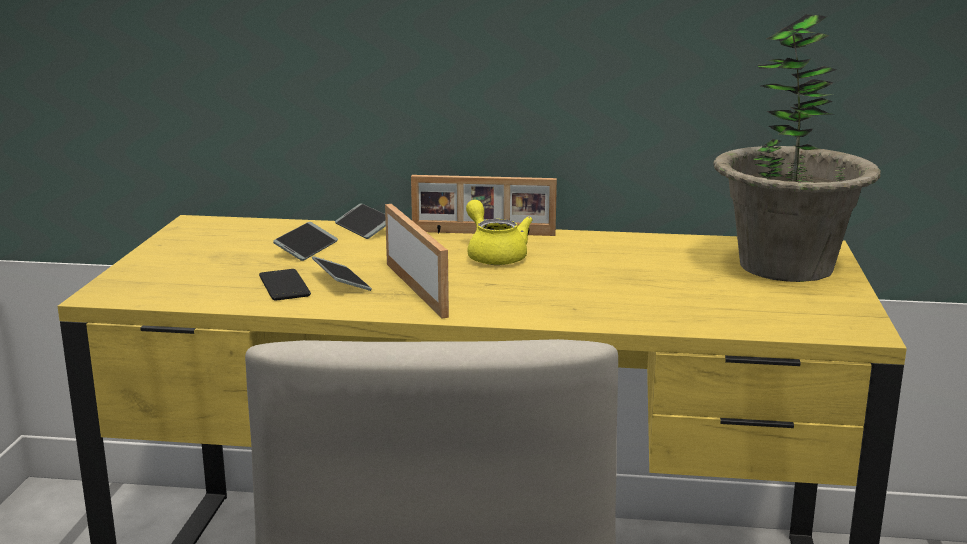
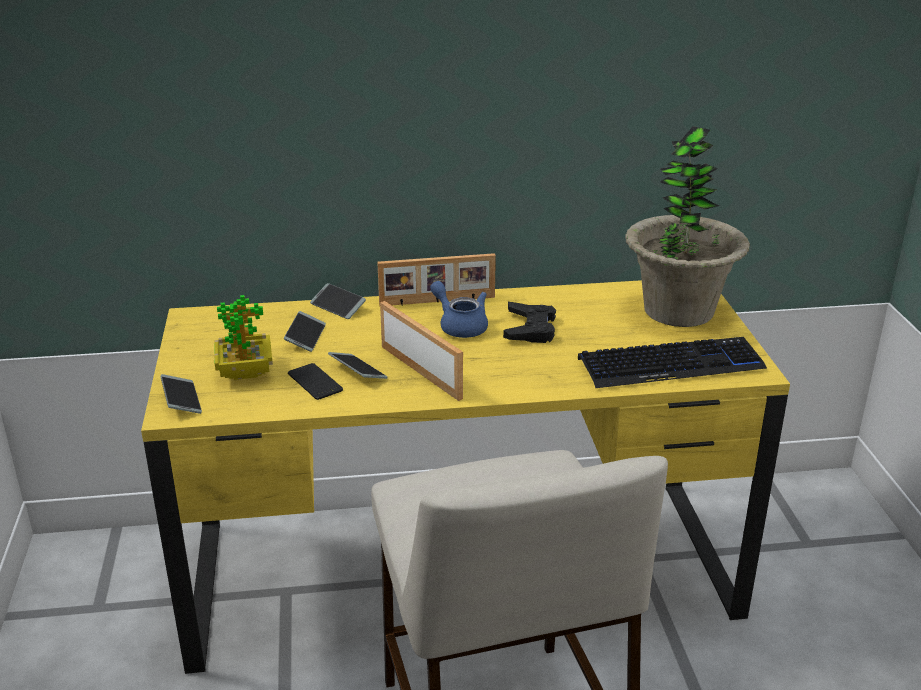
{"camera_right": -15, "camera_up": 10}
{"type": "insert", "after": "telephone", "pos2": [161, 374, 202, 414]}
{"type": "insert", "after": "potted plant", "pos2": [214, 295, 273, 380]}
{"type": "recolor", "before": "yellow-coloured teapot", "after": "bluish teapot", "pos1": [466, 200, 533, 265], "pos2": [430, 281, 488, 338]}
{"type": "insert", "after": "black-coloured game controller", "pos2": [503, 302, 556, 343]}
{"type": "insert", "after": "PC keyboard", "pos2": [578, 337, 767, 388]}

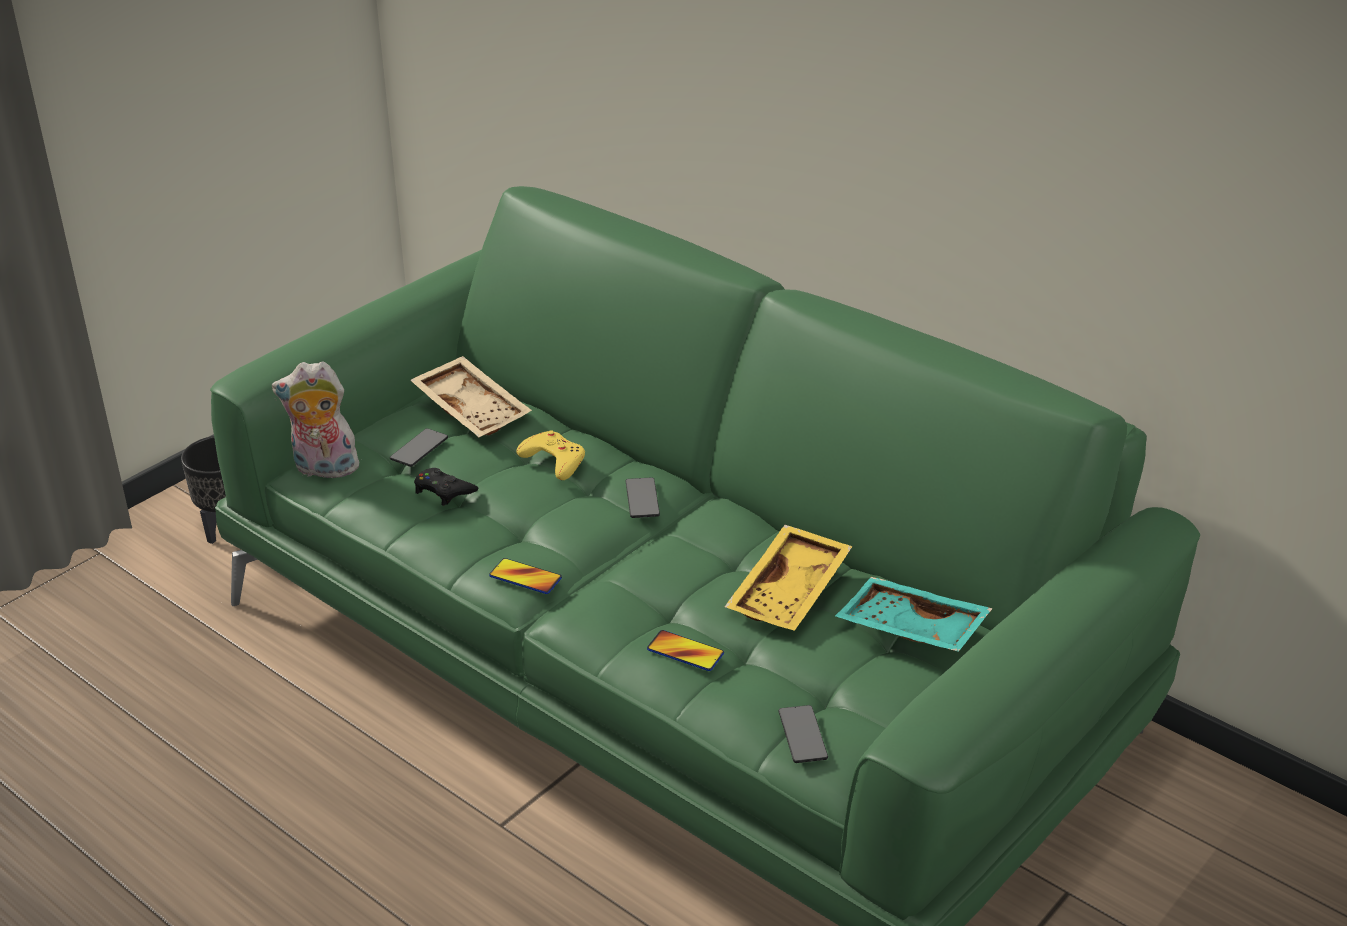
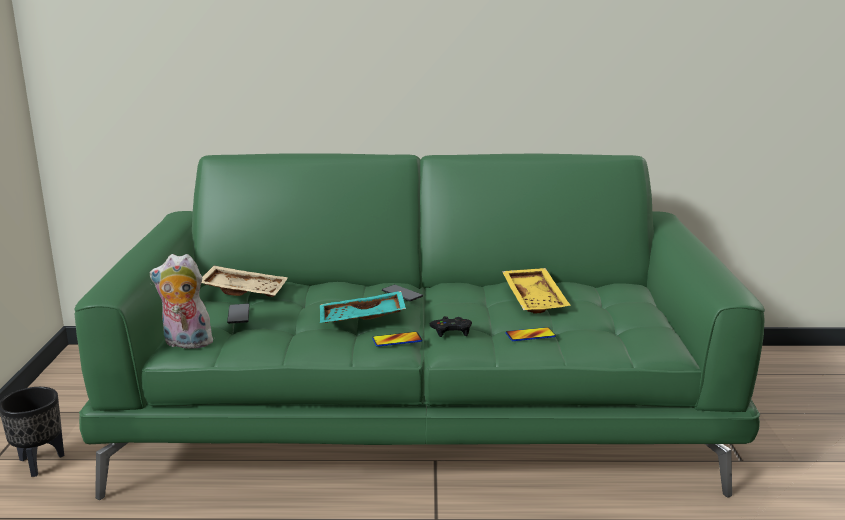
{"camera_right": -40, "camera_up": -15}
{"type": "rotate", "before": "plush toy", "pos1": [272, 361, 365, 482], "pos2": [150, 254, 216, 351], "turn": 45}
{"type": "move", "before": "turquoise serving tray", "pos1": [835, 577, 993, 652], "pos2": [320, 291, 406, 323]}
{"type": "move", "before": "black-coloured game controller", "pos1": [414, 468, 478, 506], "pos2": [430, 316, 472, 337]}
{"type": "delete", "before": "yellow-coloured game controller", "pos1": [516, 431, 585, 480]}
{"type": "delete", "before": "telephone", "pos1": [779, 705, 828, 763]}

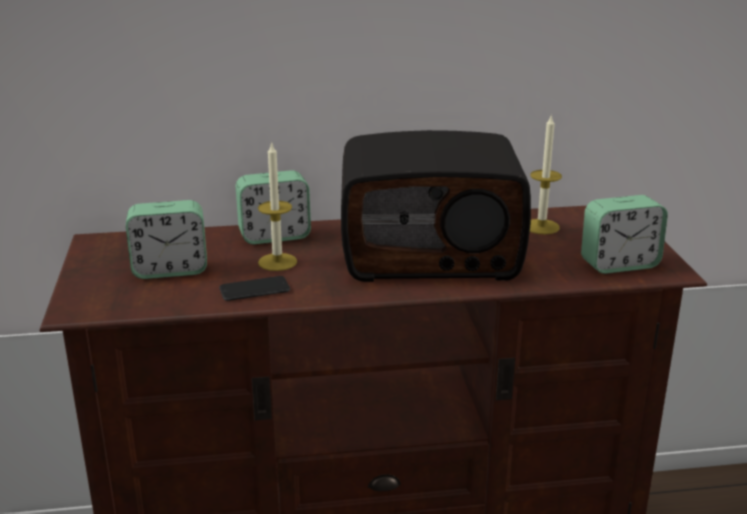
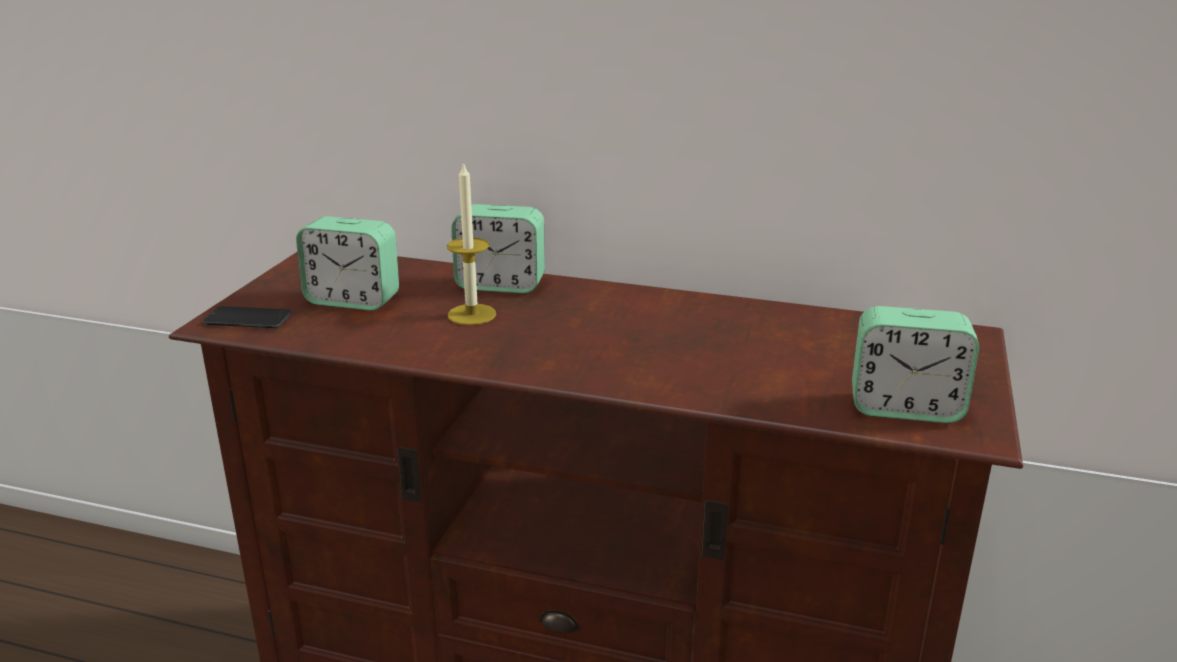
{"camera_right": 25, "camera_up": 0}
{"type": "move", "before": "telephone", "pos1": [219, 276, 290, 301], "pos2": [203, 306, 292, 328]}
{"type": "delete", "before": "radio", "pos1": [341, 130, 531, 282]}
{"type": "delete", "before": "wax candle", "pos1": [530, 114, 562, 234]}

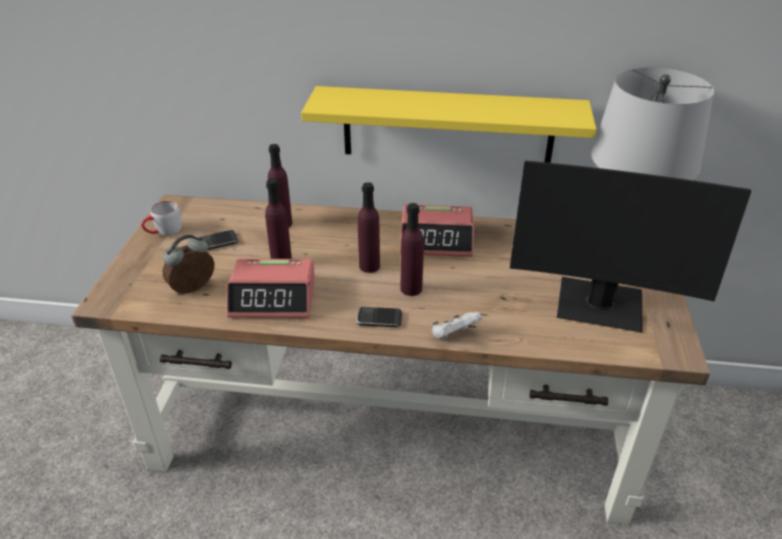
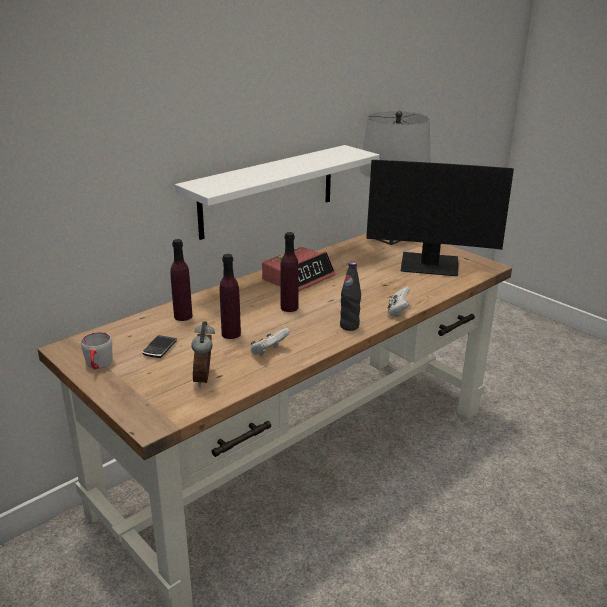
{"camera_right": -50, "camera_up": -10}
{"type": "recolor", "before": "yellow-coloured shelf", "after": "white shelf", "pos1": [301, 86, 596, 163], "pos2": [175, 145, 380, 240]}
{"type": "replace", "before": "table clock", "after": "white game controller", "pos1": [226, 259, 315, 318], "pos2": [251, 328, 290, 356]}
{"type": "replace", "before": "telephone", "after": "black-coloured drink bottle", "pos1": [356, 307, 402, 328], "pos2": [340, 262, 361, 331]}
{"type": "rotate", "before": "computer display", "pos1": [510, 161, 751, 333], "pos2": [366, 160, 514, 276], "turn": 45}
{"type": "delete", "before": "purple-coloured drink bottle", "pos1": [400, 203, 424, 296]}

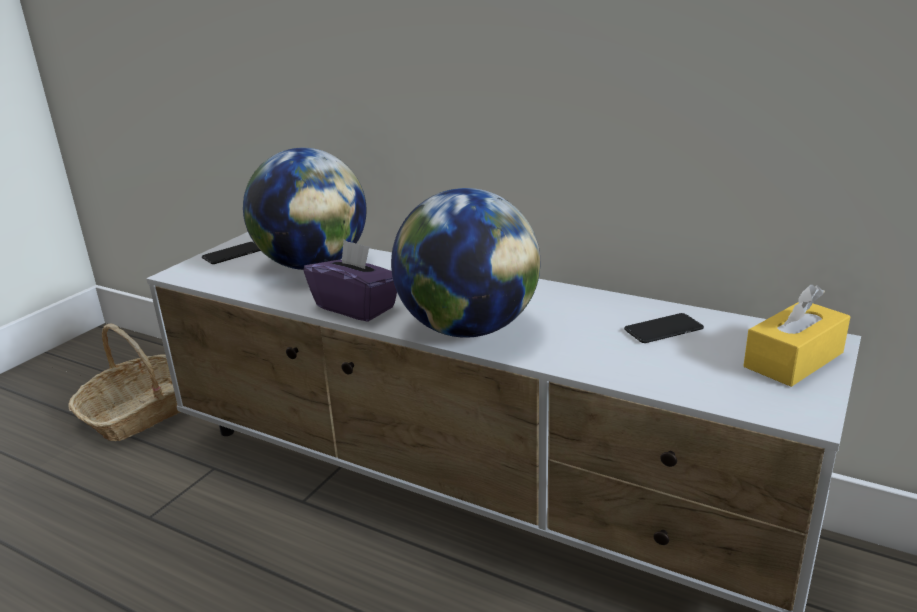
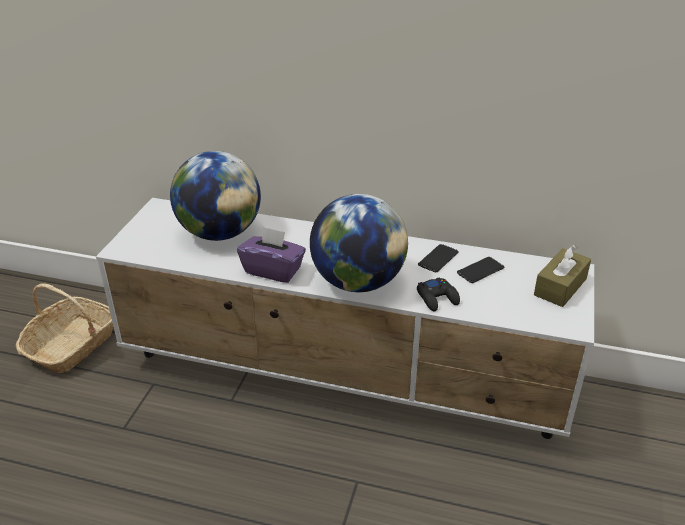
{"camera_right": -15, "camera_up": 10}
{"type": "insert", "after": "black-coloured game controller", "pos2": [417, 277, 460, 311]}
{"type": "move", "before": "telephone", "pos1": [202, 242, 261, 264], "pos2": [418, 244, 459, 272]}
{"type": "recolor", "before": "yellow-coloured tissue holder", "after": "brownish tissue holder", "pos1": [744, 285, 850, 387], "pos2": [534, 245, 591, 307]}

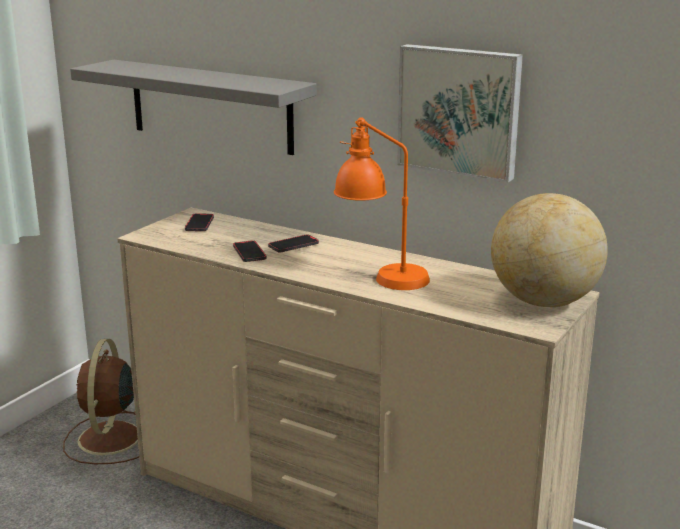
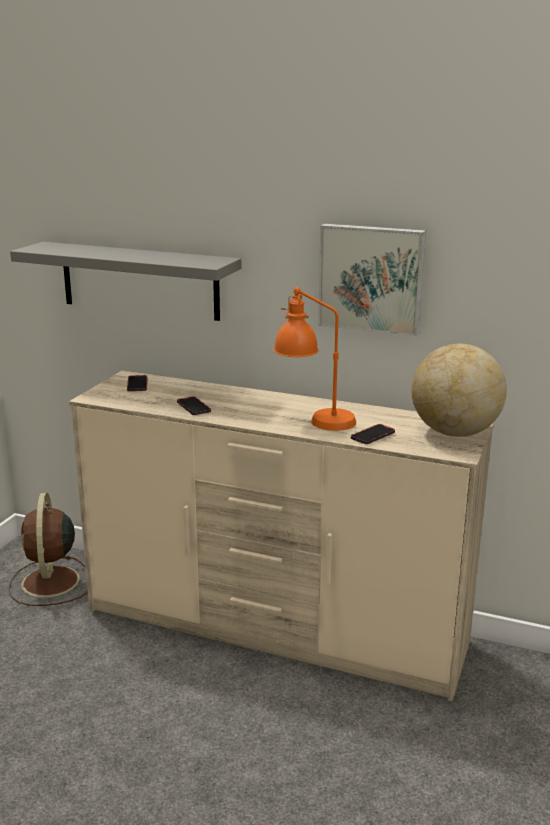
{"camera_right": -10, "camera_up": 0}
{"type": "move", "before": "telephone", "pos1": [268, 235, 319, 252], "pos2": [351, 424, 395, 444]}

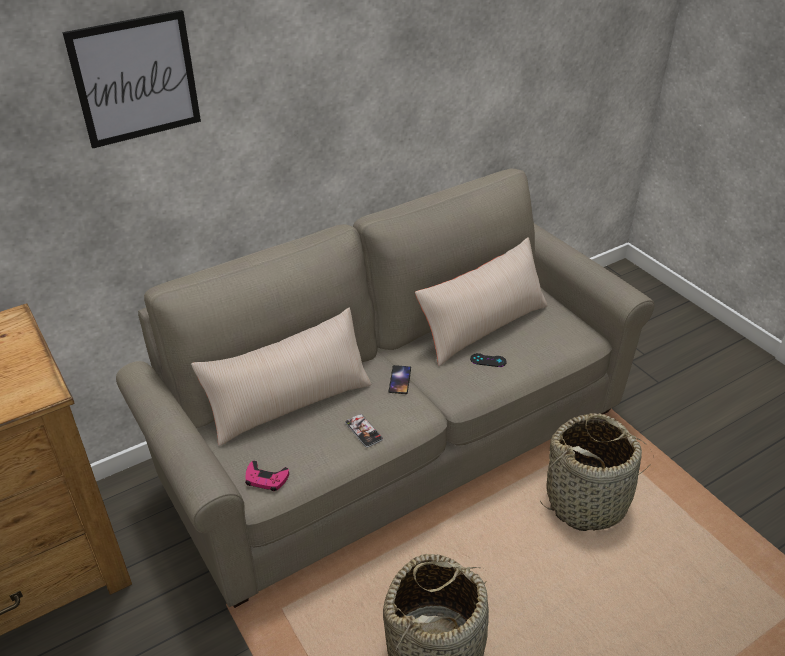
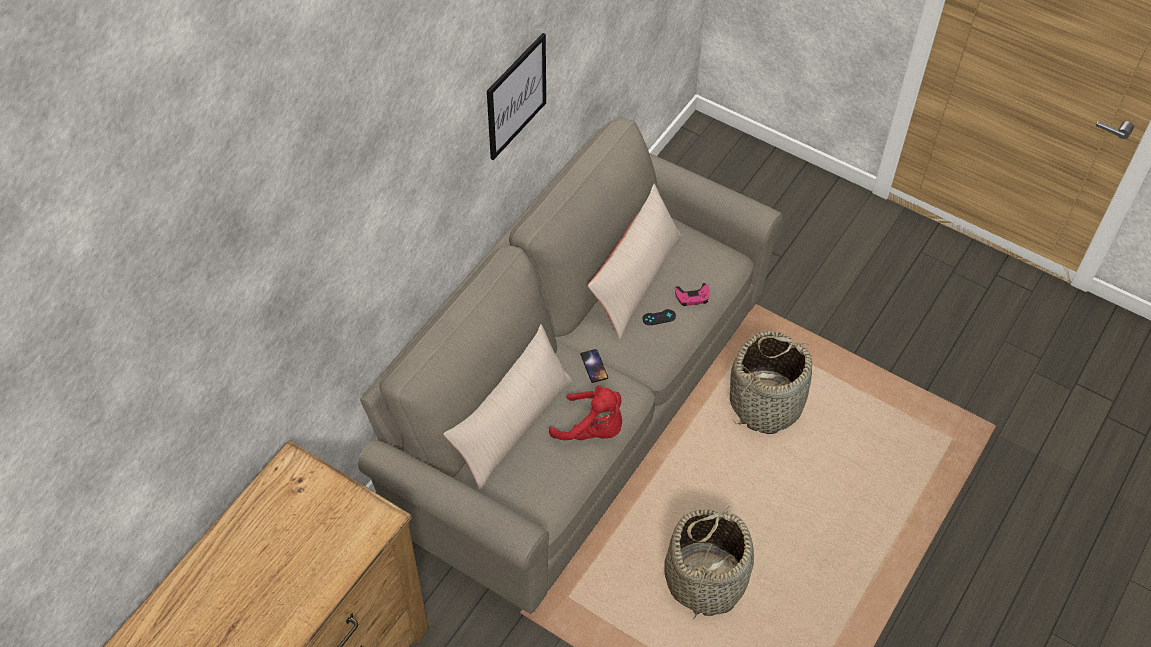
{"camera_right": -25, "camera_up": 15}
{"type": "move", "before": "picture", "pos1": [62, 10, 201, 148], "pos2": [487, 33, 546, 160]}
{"type": "replace", "before": "telephone", "after": "red plush toy", "pos1": [345, 414, 383, 448], "pos2": [549, 386, 622, 440]}
{"type": "move", "before": "pink game controller", "pos1": [245, 461, 289, 491], "pos2": [675, 283, 709, 306]}

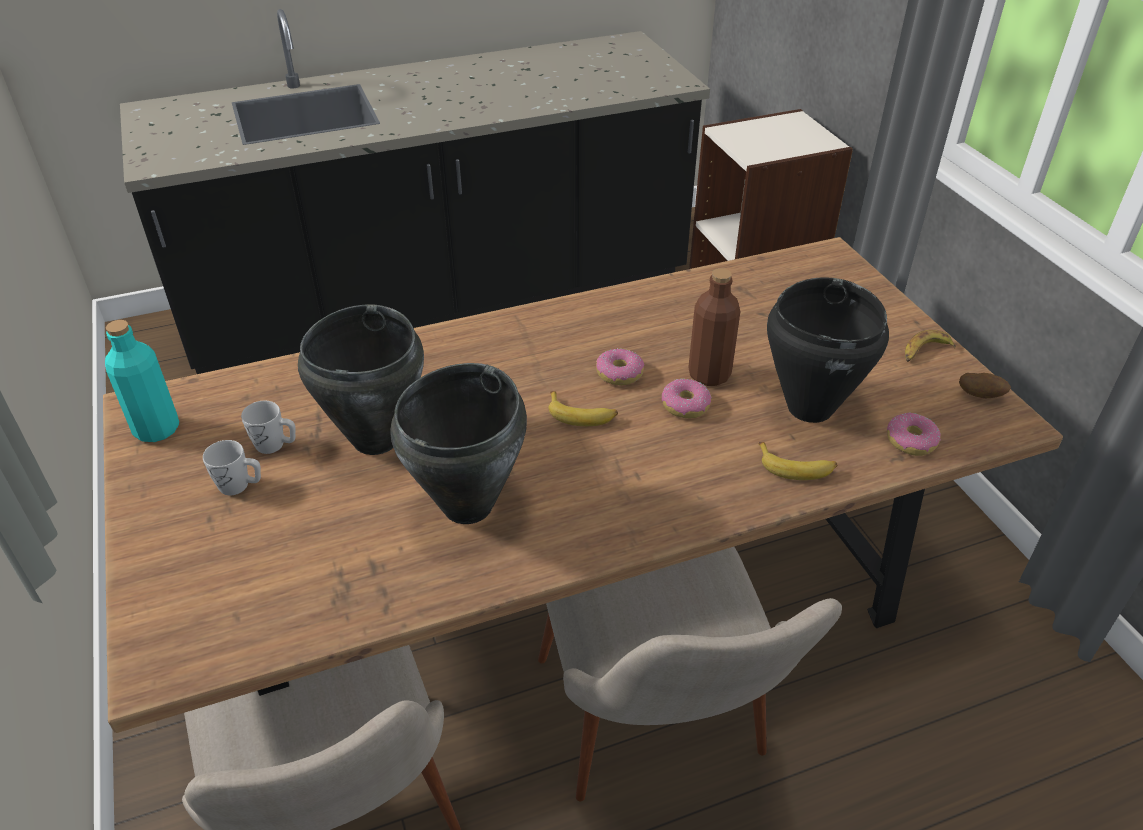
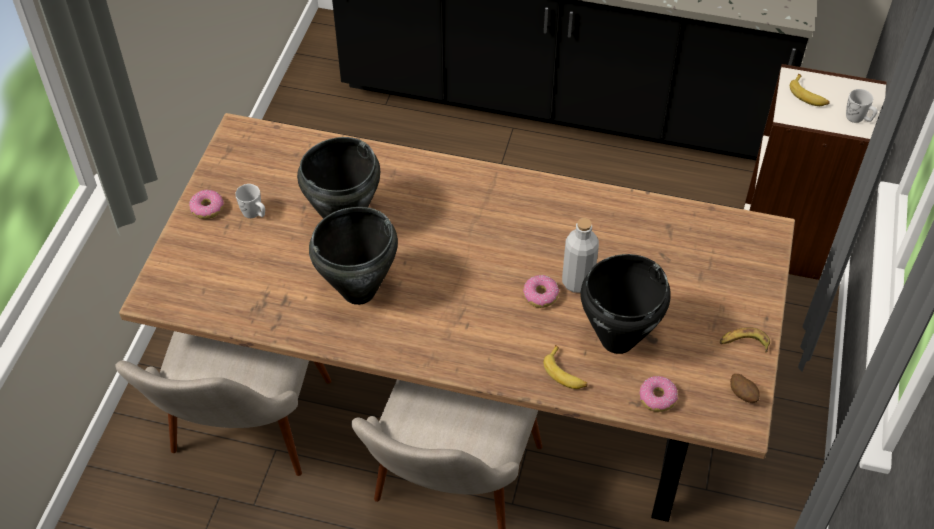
{"camera_right": 35, "camera_up": 10}
{"type": "move", "before": "ring doughnut", "pos1": [596, 348, 645, 385], "pos2": [189, 189, 224, 219]}
{"type": "recolor", "before": "brownish drink bottle", "after": "greyish drink bottle", "pos1": [688, 268, 741, 386], "pos2": [562, 218, 599, 293]}
{"type": "move", "before": "banana fruit", "pos1": [548, 391, 618, 426], "pos2": [790, 74, 830, 106]}
{"type": "move", "before": "white tea mug", "pos1": [241, 401, 296, 454], "pos2": [846, 89, 878, 123]}
{"type": "delete", "before": "turquoise drink bottle", "pos1": [105, 320, 179, 442]}

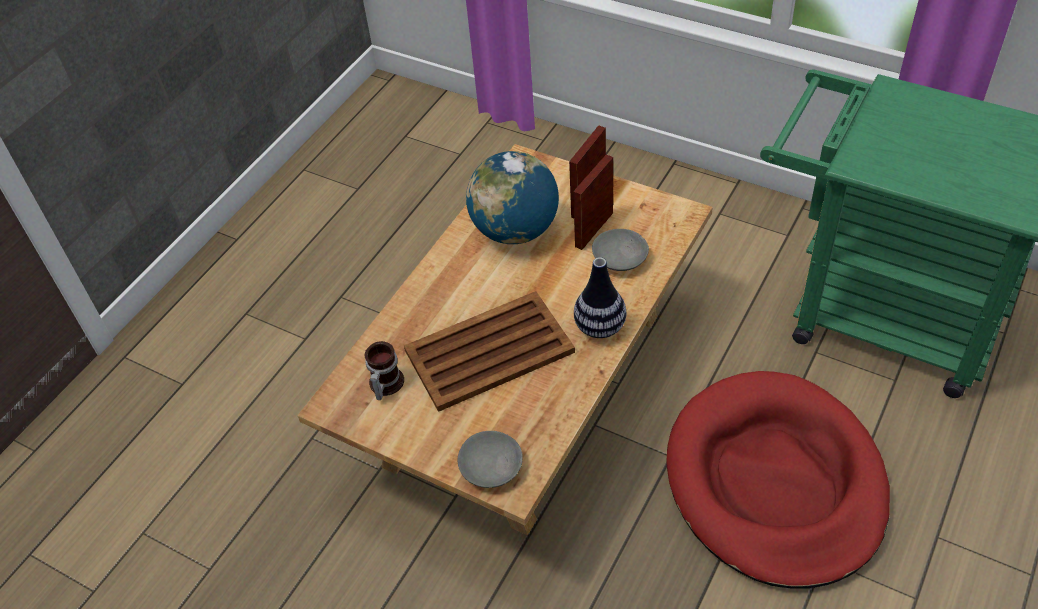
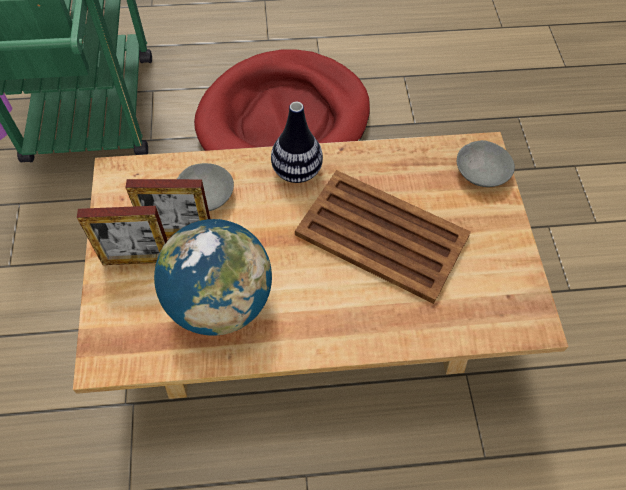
{"camera_right": -130, "camera_up": 10}
{"type": "delete", "before": "tea mug", "pos1": [365, 341, 404, 400]}

